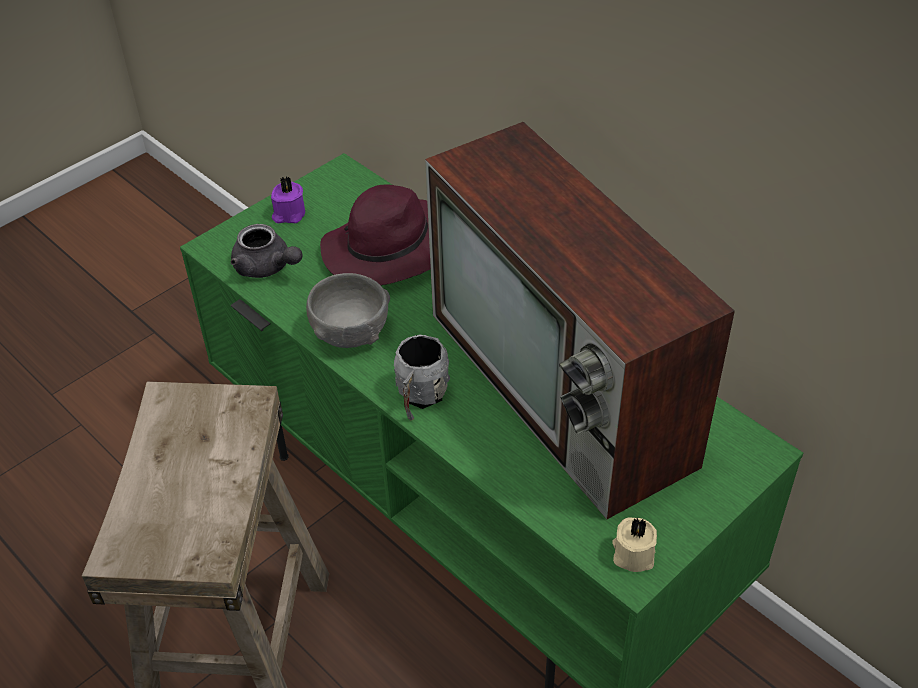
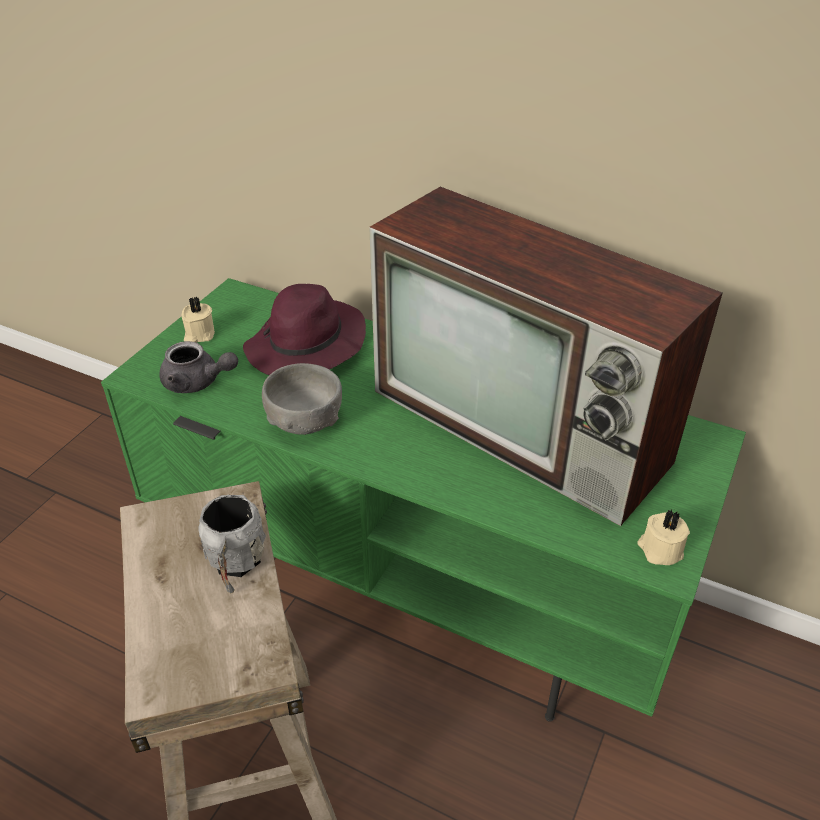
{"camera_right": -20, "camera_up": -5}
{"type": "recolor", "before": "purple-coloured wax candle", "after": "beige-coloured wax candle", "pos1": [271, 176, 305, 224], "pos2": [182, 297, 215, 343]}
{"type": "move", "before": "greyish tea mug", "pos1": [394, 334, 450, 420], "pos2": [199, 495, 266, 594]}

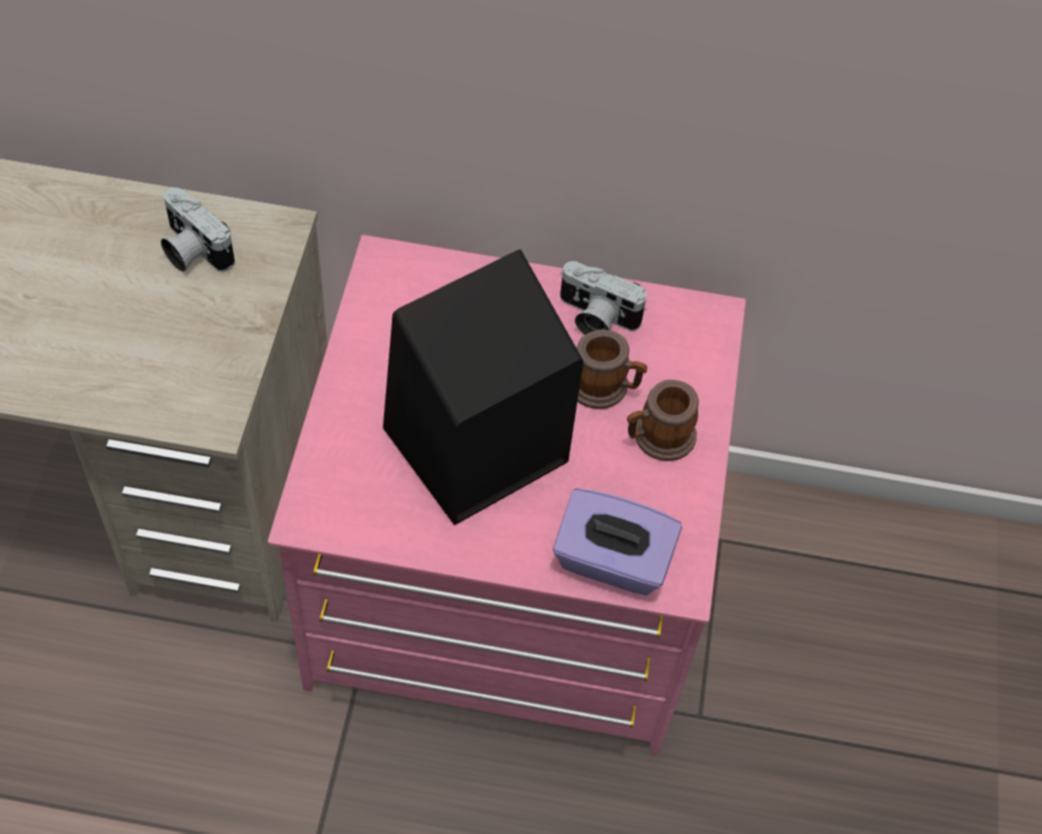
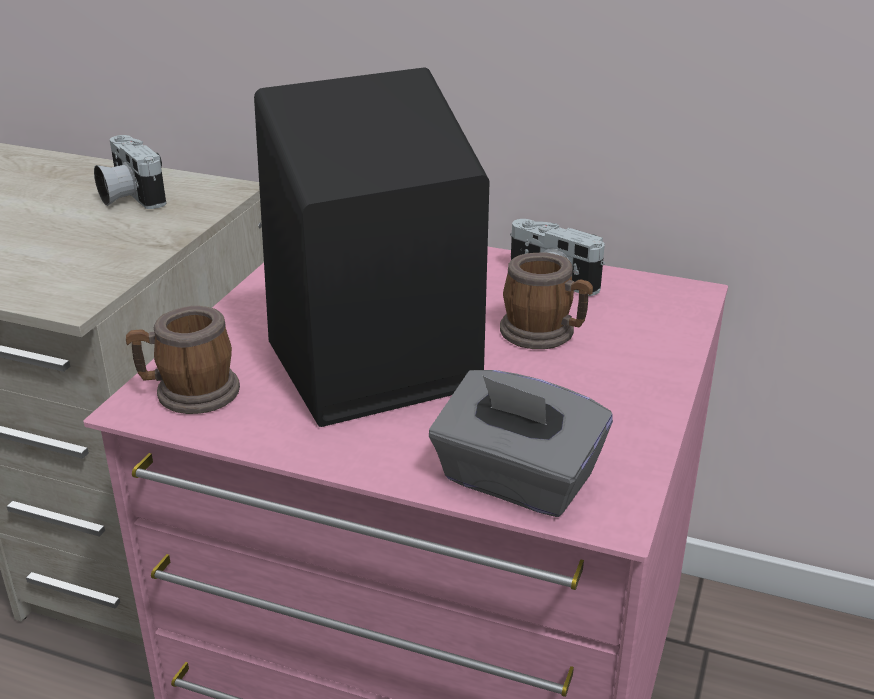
{"camera_right": 15, "camera_up": -25}
{"type": "move", "before": "tea mug", "pos1": [627, 380, 699, 461], "pos2": [126, 306, 240, 414]}
{"type": "recolor", "before": "purple-coloured tissue holder", "after": "greyish tissue holder", "pos1": [553, 488, 682, 595], "pos2": [429, 370, 613, 517]}

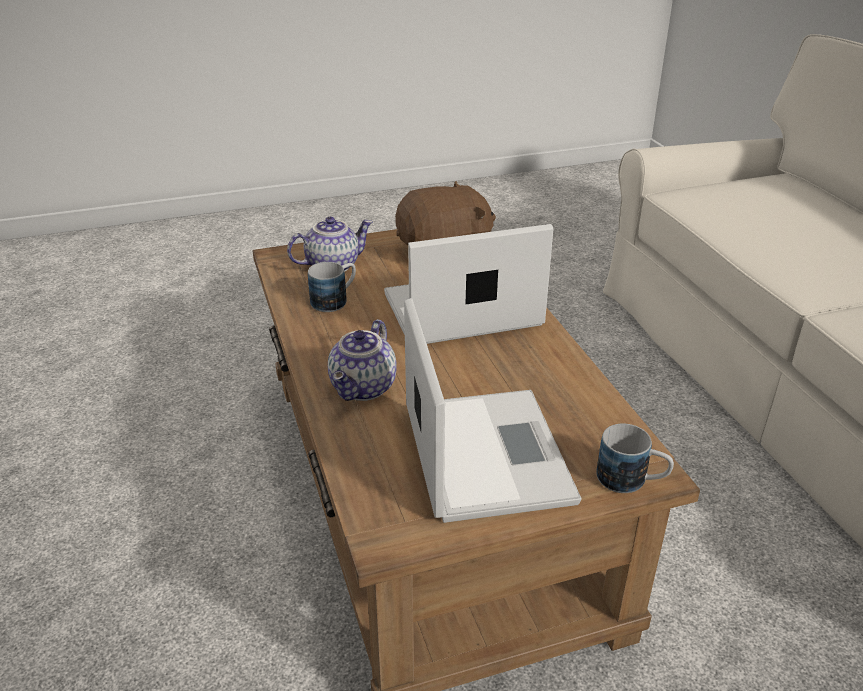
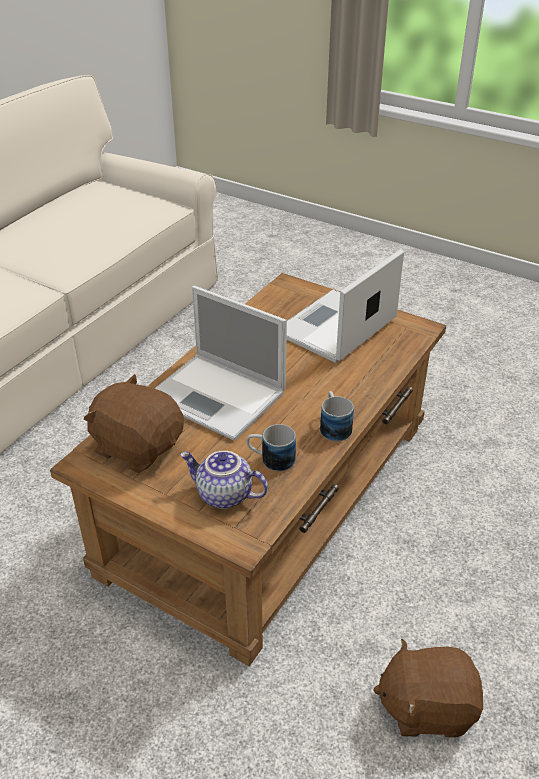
{"camera_right": -130, "camera_up": 5}
{"type": "move", "before": "tea mug", "pos1": [596, 424, 674, 493], "pos2": [320, 391, 354, 441]}
{"type": "insert", "after": "brownish plush toy", "pos2": [373, 639, 483, 738]}
{"type": "delete", "before": "teapot", "pos1": [328, 319, 397, 401]}

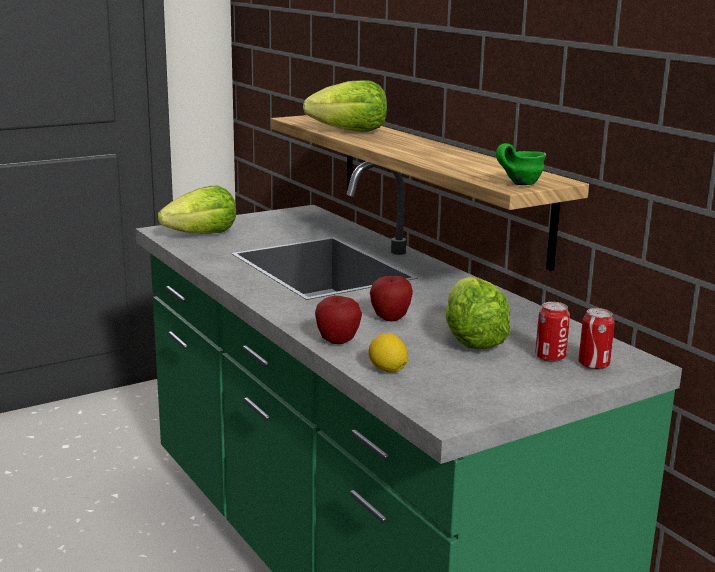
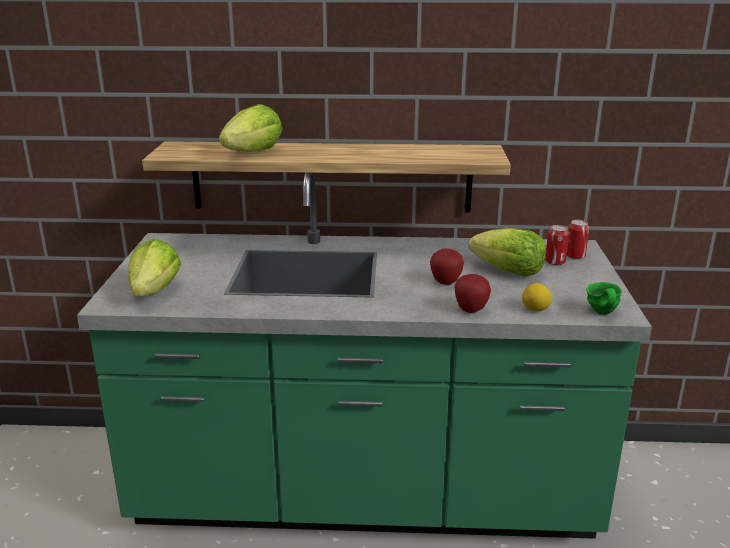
{"camera_right": -55, "camera_up": 5}
{"type": "move", "before": "green tea mug", "pos1": [496, 143, 546, 185], "pos2": [586, 282, 622, 315]}

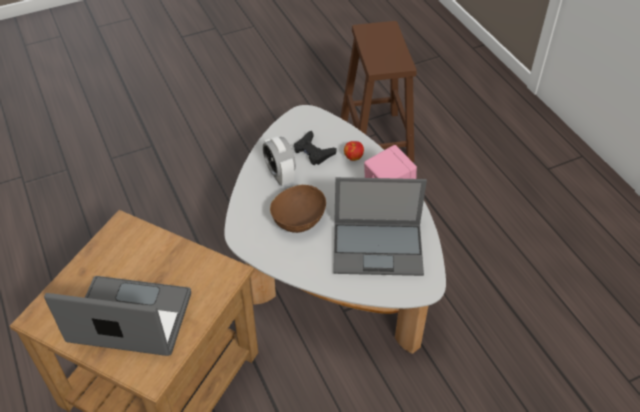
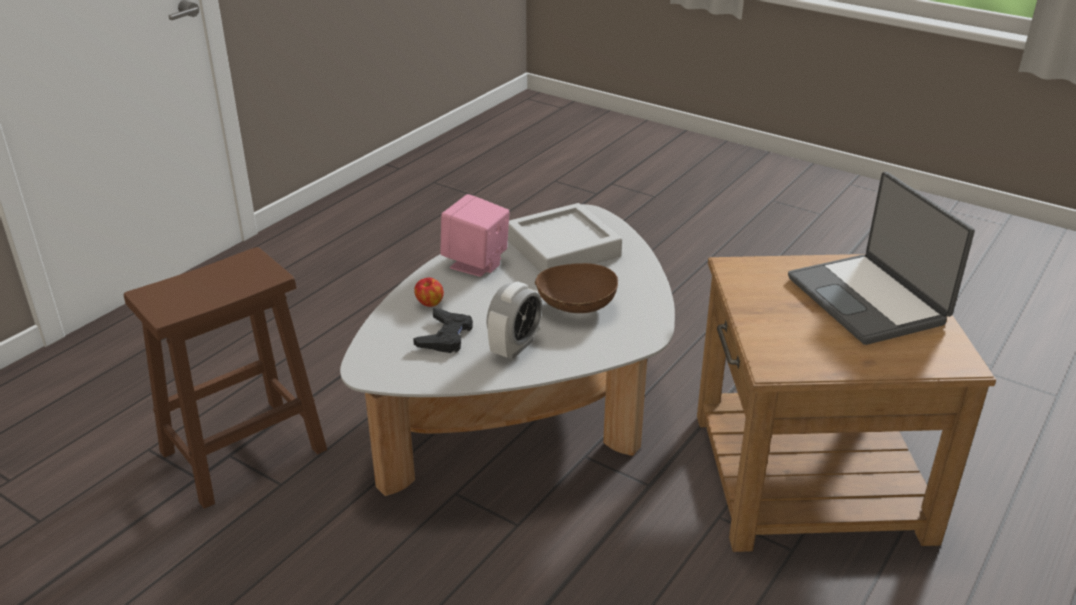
{"camera_right": -120, "camera_up": -15}
{"type": "replace", "before": "portable computer", "after": "greyish serving tray", "pos1": [333, 177, 427, 276], "pos2": [508, 203, 622, 272]}

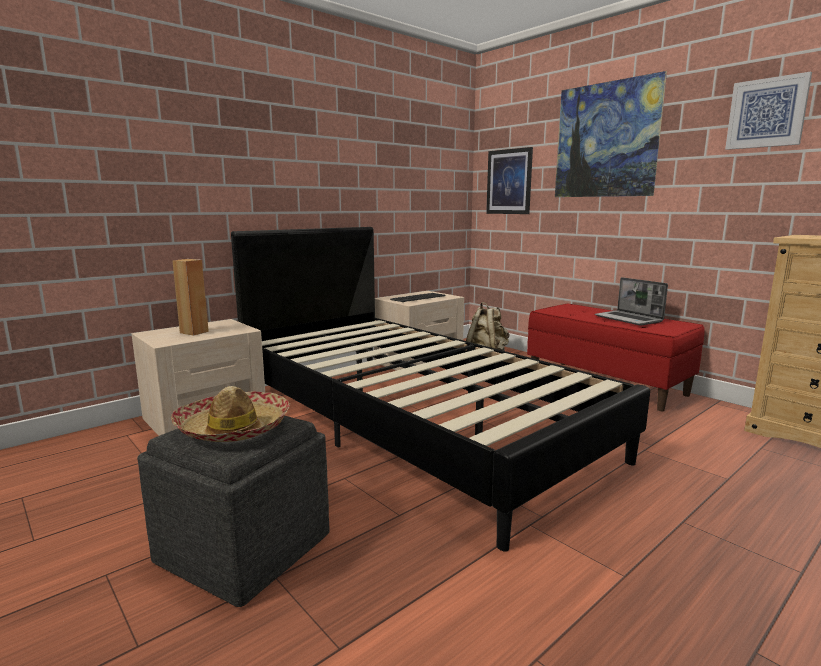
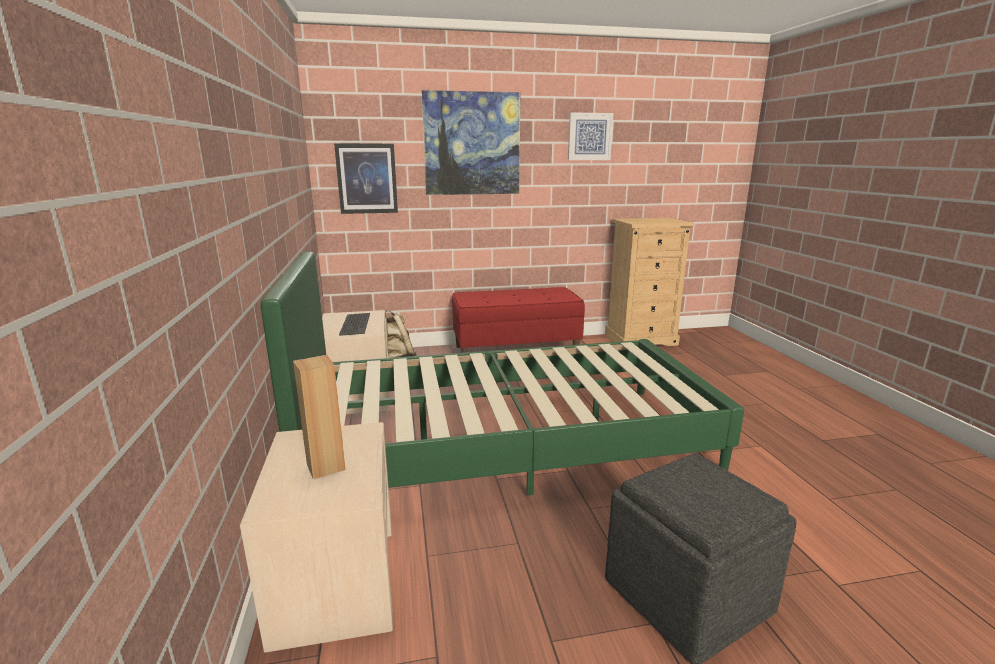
{"camera_right": -60, "camera_up": 5}
{"type": "recolor", "before": "black-coloured bed", "after": "green bed", "pos1": [231, 227, 650, 552], "pos2": [261, 252, 744, 496]}
{"type": "delete", "before": "wearable hat", "pos1": [171, 386, 290, 442]}
{"type": "delete", "before": "portable computer", "pos1": [595, 277, 668, 325]}

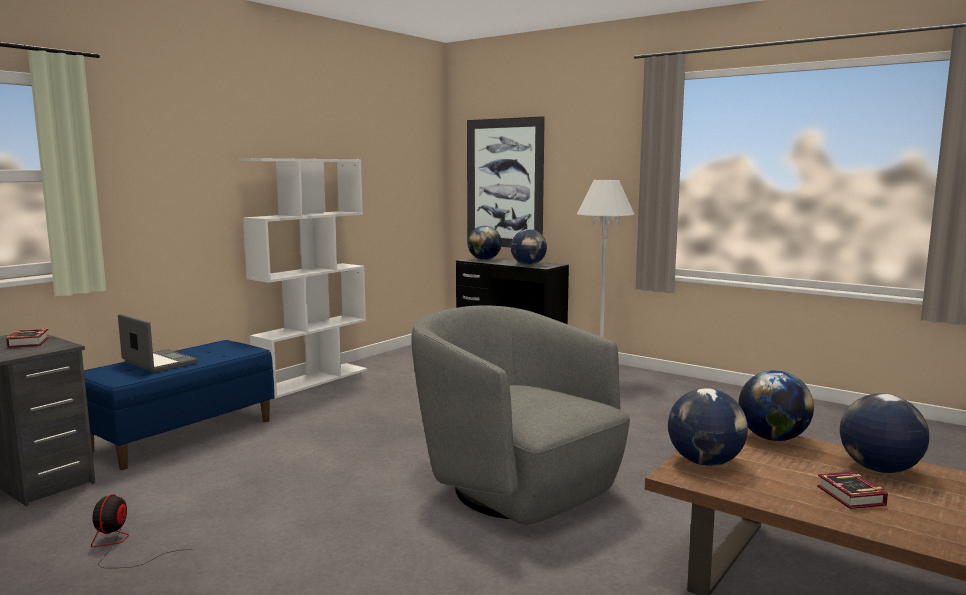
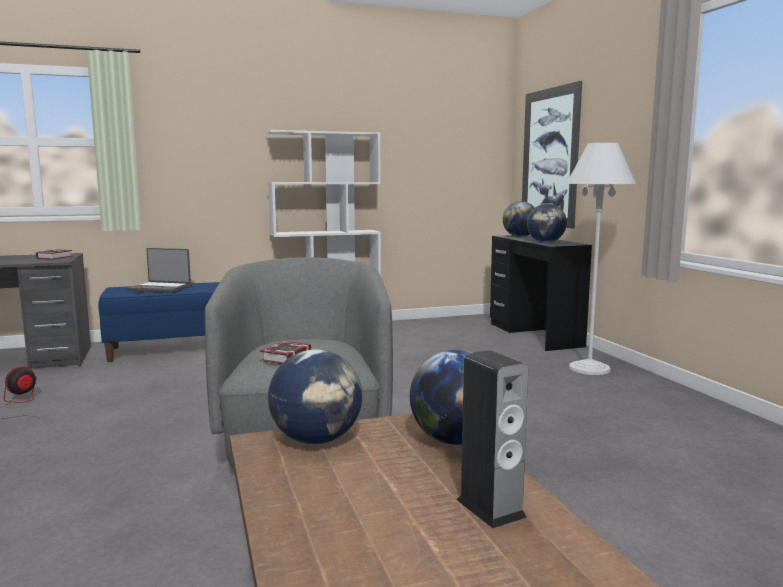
{"camera_right": 35, "camera_up": 0}
{"type": "rotate", "before": "portable computer", "pos1": [118, 314, 198, 372], "pos2": [127, 248, 191, 293], "turn": 120}
{"type": "move", "before": "book", "pos1": [817, 472, 888, 509], "pos2": [260, 341, 311, 364]}
{"type": "replace", "before": "globe", "after": "speaker", "pos1": [840, 394, 929, 473], "pos2": [457, 350, 528, 528]}

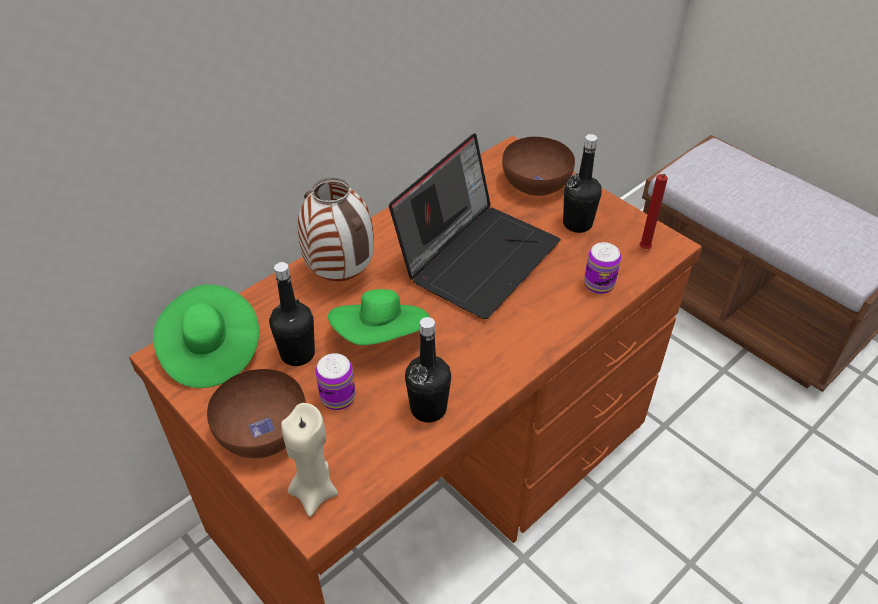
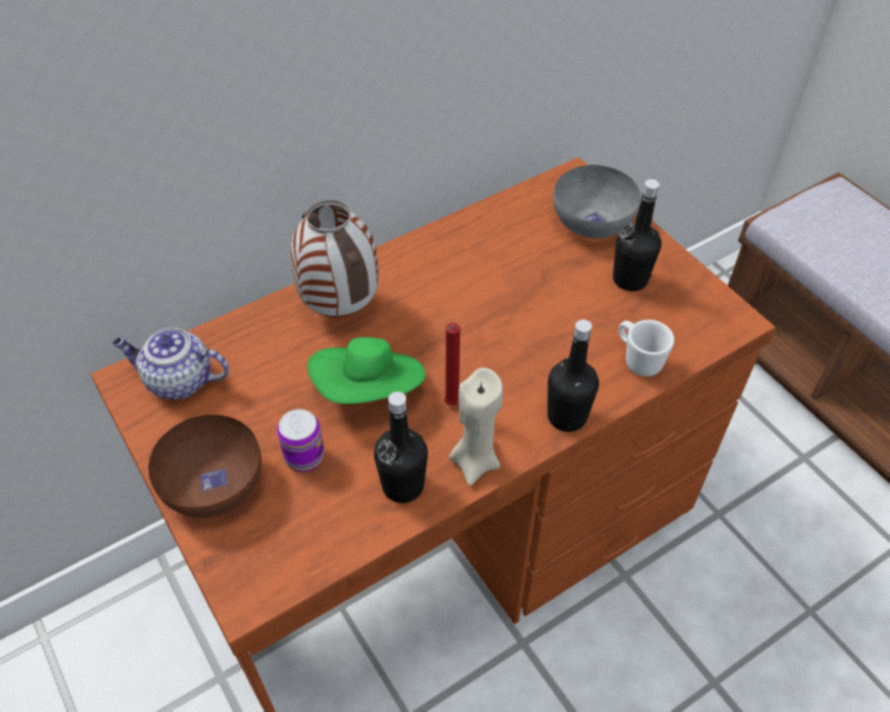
{"camera_right": 10, "camera_up": 5}
{"type": "replace", "before": "green wearable hat", "after": "teapot", "pos1": [153, 284, 259, 388], "pos2": [112, 328, 229, 400]}
{"type": "move", "before": "red wax candle", "pos1": [639, 174, 668, 249], "pos2": [444, 323, 460, 406]}
{"type": "move", "before": "beige-coloured wax candle", "pos1": [281, 403, 338, 517], "pos2": [449, 368, 503, 486]}
{"type": "move", "before": "black-coloured drink bottle", "pos1": [269, 262, 315, 366], "pos2": [547, 319, 599, 432]}
{"type": "recolor", "before": "brownish serving bowl", "after": "greyish serving bowl", "pos1": [502, 137, 575, 196], "pos2": [553, 165, 641, 239]}
{"type": "replace", "before": "sealed can", "after": "white tea mug", "pos1": [584, 242, 621, 294], "pos2": [618, 320, 674, 377]}
{"type": "delete", "before": "portable computer", "pos1": [389, 133, 561, 319]}

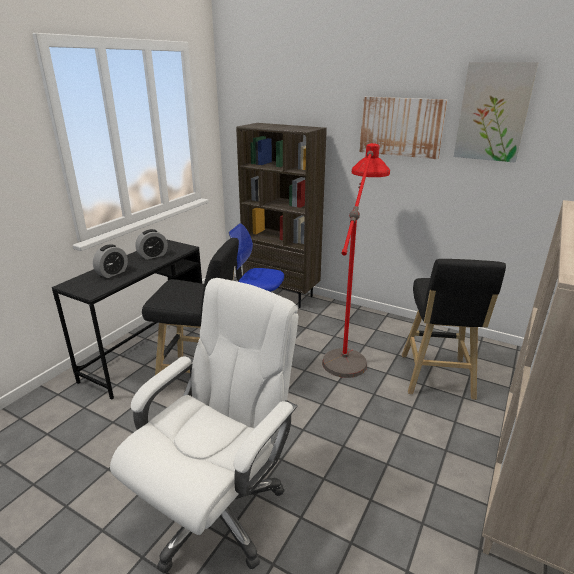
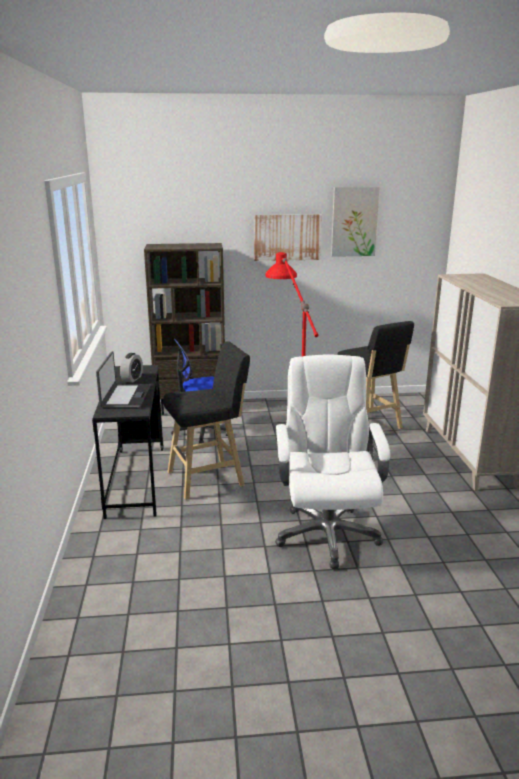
{"camera_right": -35, "camera_up": -5}
{"type": "replace", "before": "table clock", "after": "portable computer", "pos1": [93, 244, 128, 278], "pos2": [96, 351, 151, 409]}

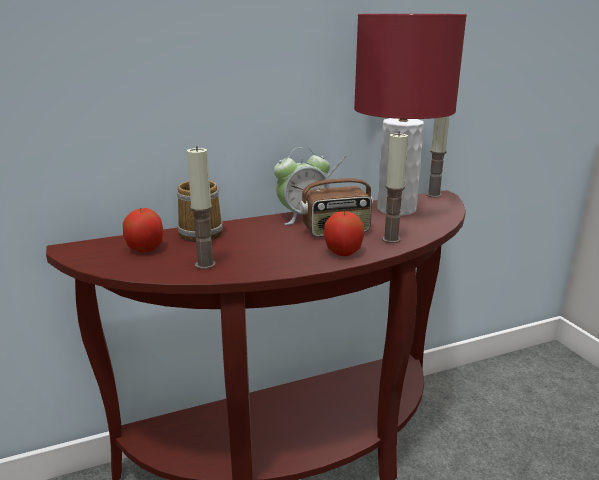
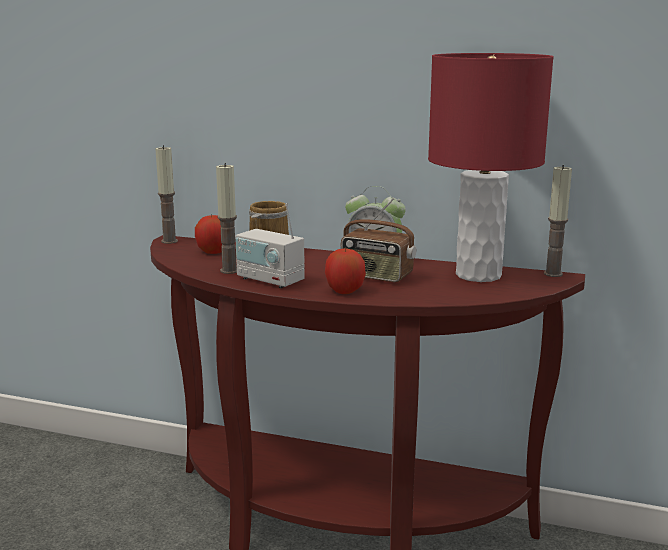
{"camera_right": 40, "camera_up": -5}
{"type": "move", "before": "wax candle", "pos1": [382, 131, 408, 243], "pos2": [155, 145, 178, 244]}
{"type": "insert", "after": "radio", "pos2": [235, 203, 305, 288]}

